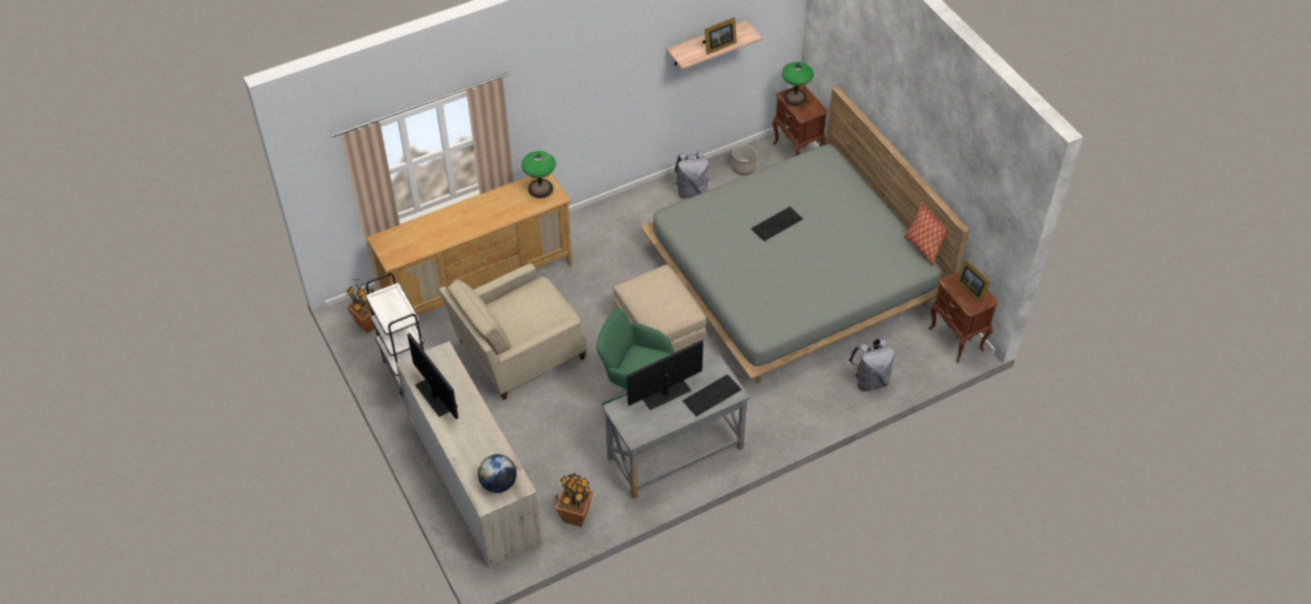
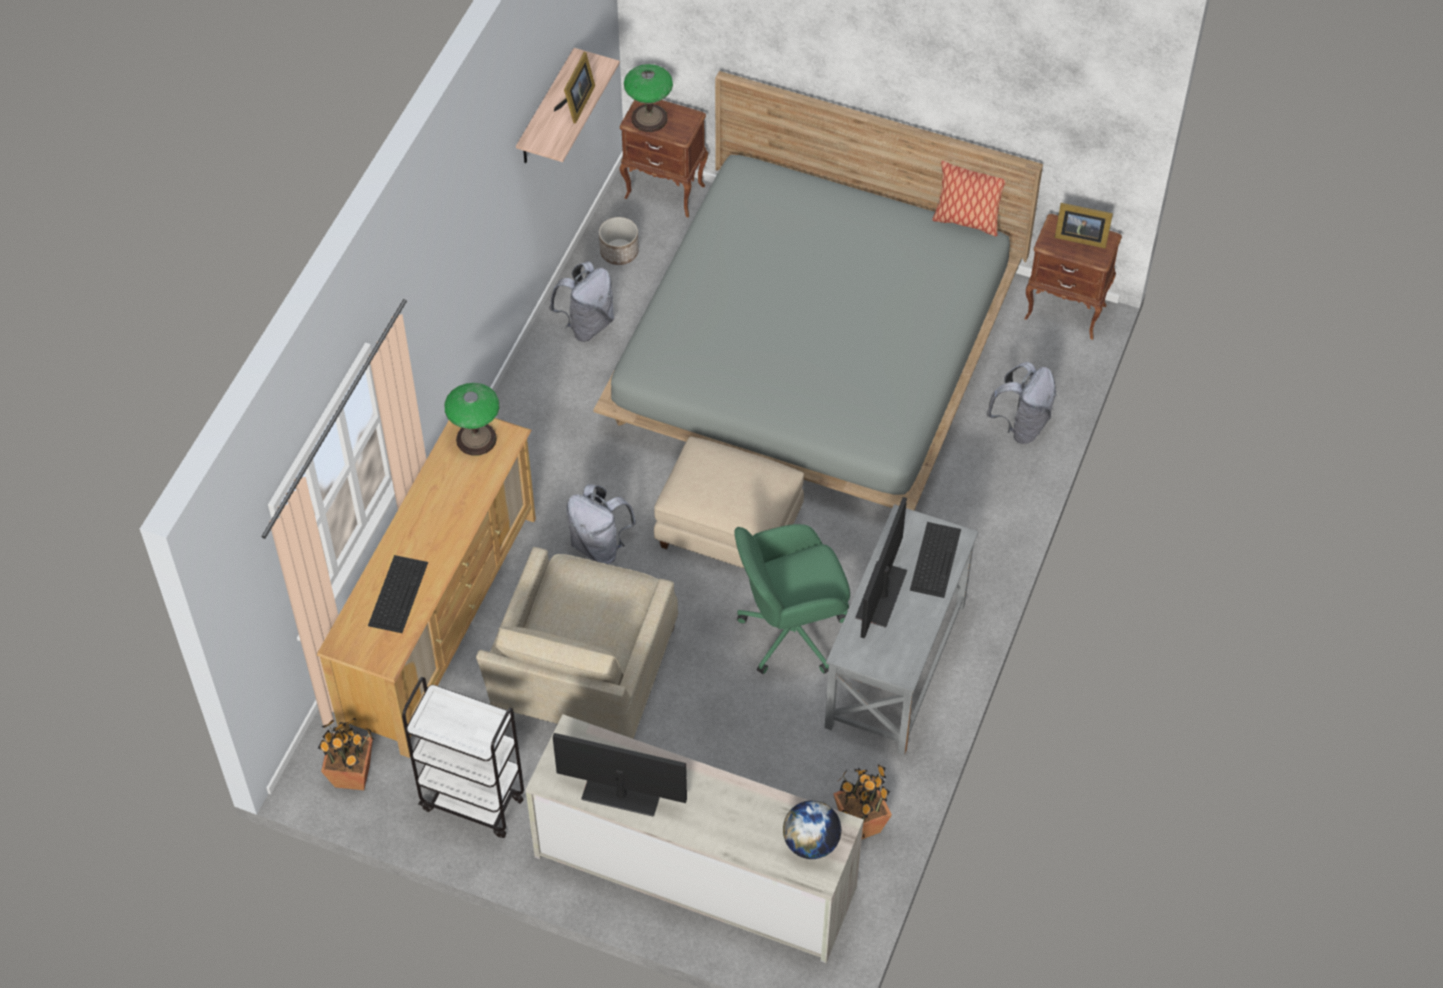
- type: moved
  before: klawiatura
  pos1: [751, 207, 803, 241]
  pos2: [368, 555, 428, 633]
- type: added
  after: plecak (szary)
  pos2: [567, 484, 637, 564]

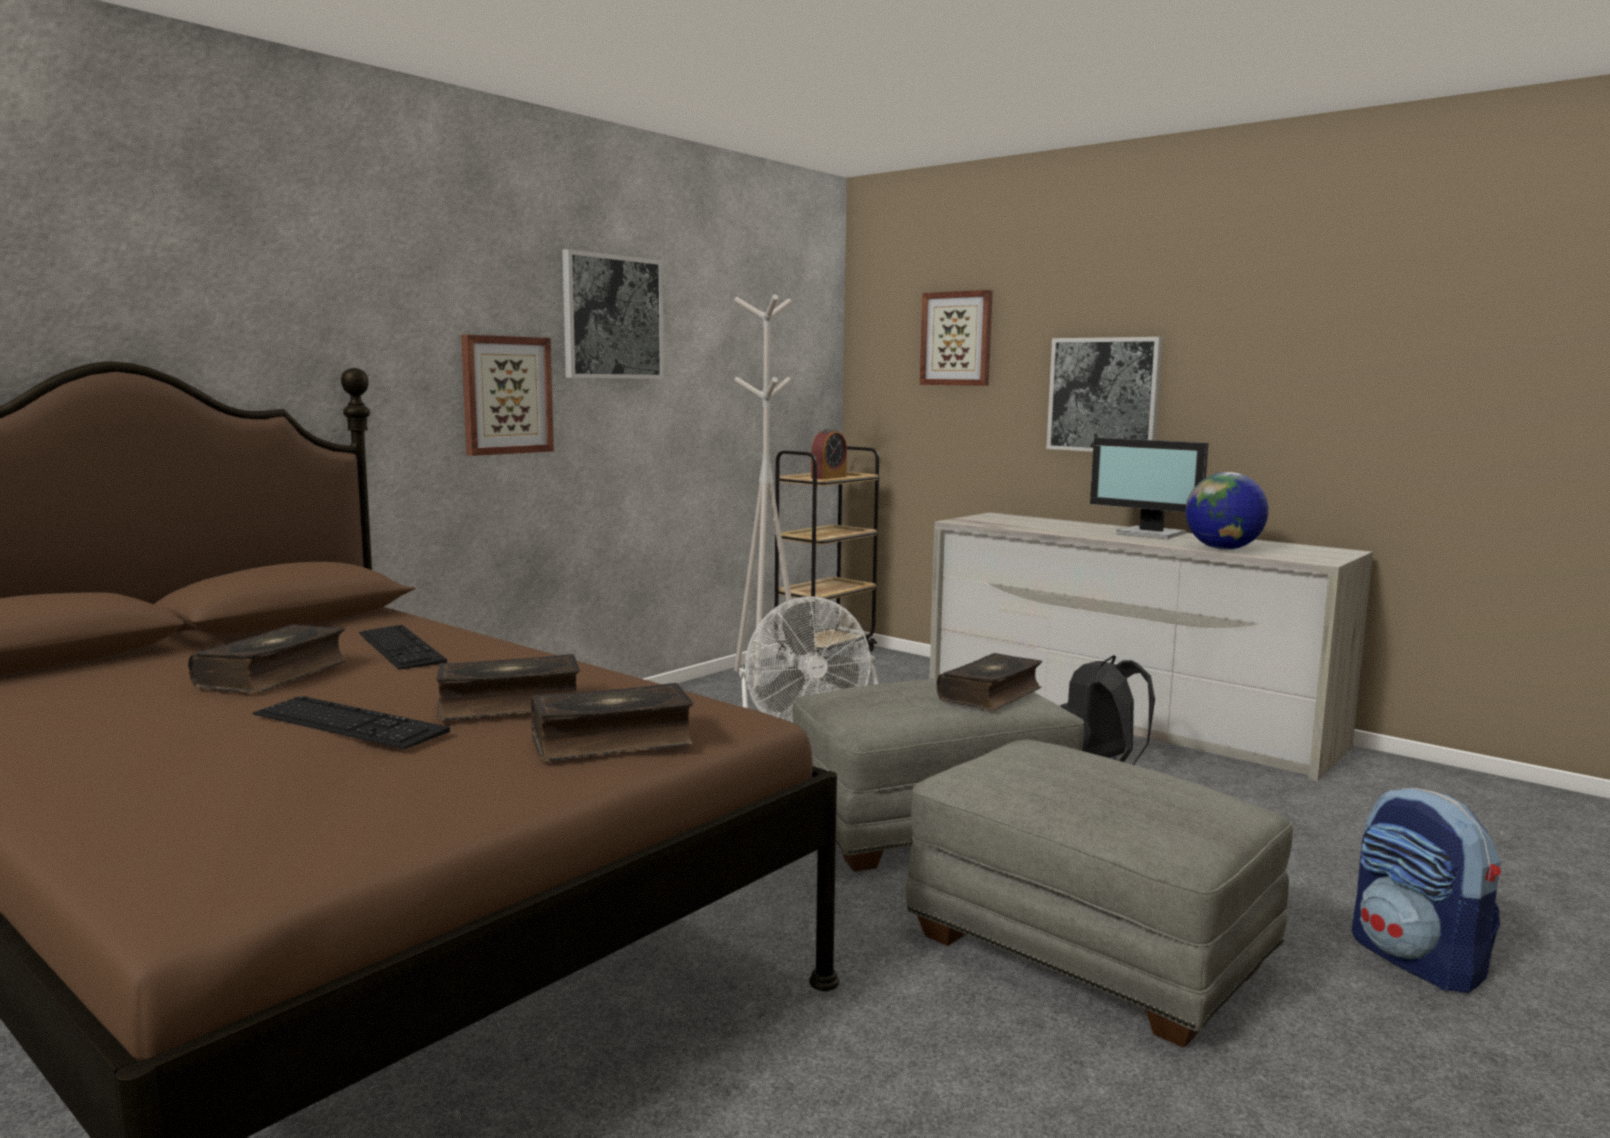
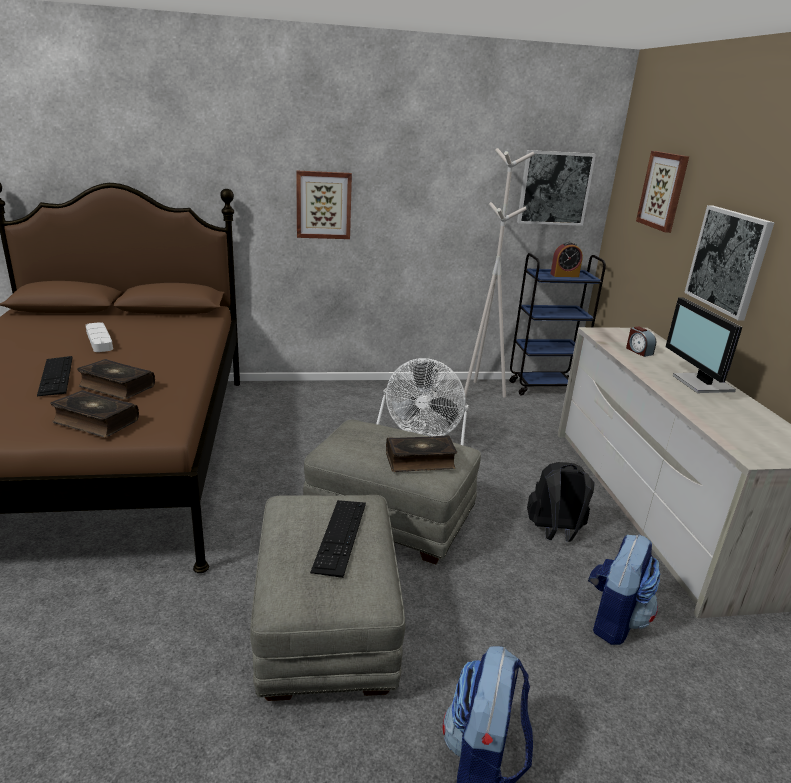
- type: replaced
  before: książka
  after: taca (szary)
  pos1: [188, 624, 348, 693]
  pos2: [85, 322, 113, 352]
- type: moved
  before: klawiatura
  pos1: [359, 625, 447, 670]
  pos2: [310, 500, 366, 578]
- type: recoloured
  before: wózek (brązowy)
  after: wózek (niebieski)
  pos1: [774, 446, 880, 660]
  pos2: [509, 253, 606, 396]
- type: moved
  before: obraz
  pos1: [562, 249, 664, 379]
  pos2: [517, 150, 596, 226]
- type: added
  after: plecak
  pos2: [588, 534, 660, 645]
- type: added
  after: budzik
  pos2: [626, 326, 656, 357]
- type: removed
  before: globus
  pos1: [1185, 472, 1269, 550]

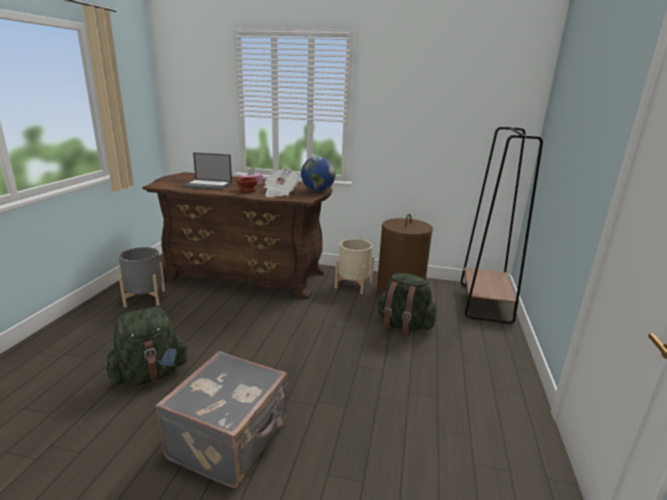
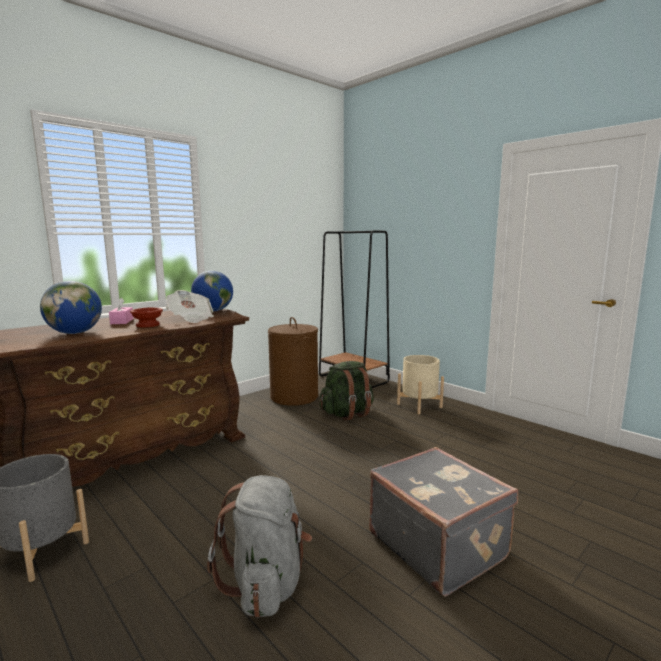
- type: replaced
  before: laptop
  after: globus
  pos1: [182, 152, 232, 190]
  pos2: [40, 281, 102, 334]
- type: recoloured
  before: plecak (zielony)
  after: plecak (szary)
  pos1: [106, 307, 188, 385]
  pos2: [207, 475, 312, 618]
- type: moved
  before: donica (beżowy)
  pos1: [335, 239, 374, 295]
  pos2: [397, 355, 444, 414]

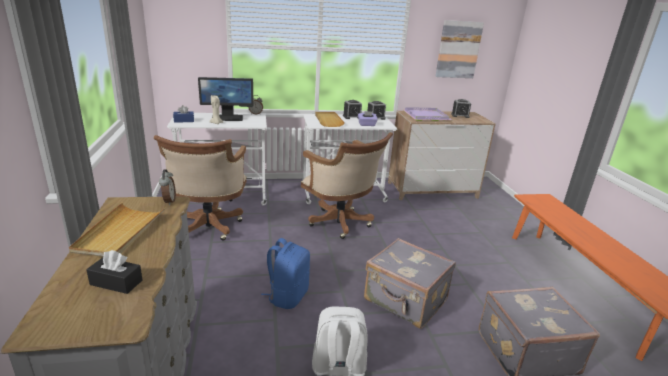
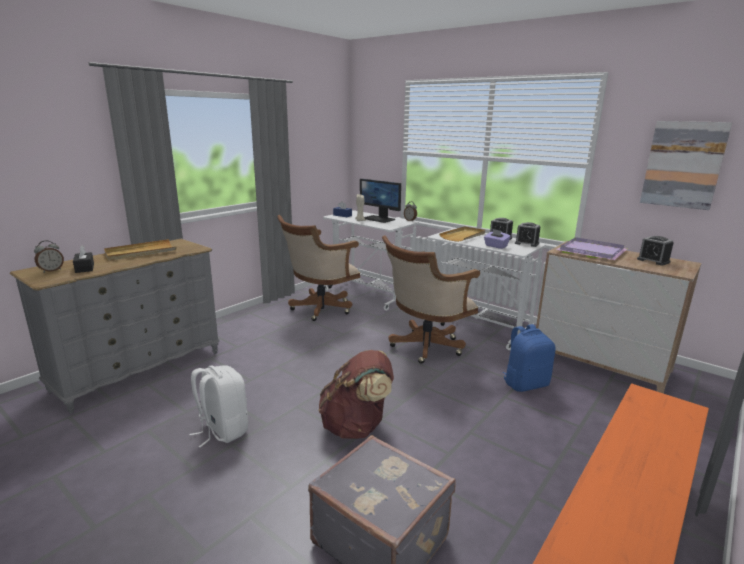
- type: moved
  before: budzik
  pos1: [159, 170, 176, 205]
  pos2: [34, 240, 64, 273]
- type: replaced
  before: walizka (szary)
  after: plecak (brązowy)
  pos1: [364, 238, 456, 329]
  pos2: [319, 350, 394, 439]
- type: turned
  before: krzesło biurowe
  pos1: [301, 132, 393, 239]
  pos2: [382, 235, 480, 364]
  turn: 45
- type: moved
  before: plecak (niebieski)
  pos1: [261, 238, 310, 309]
  pos2: [502, 324, 556, 392]

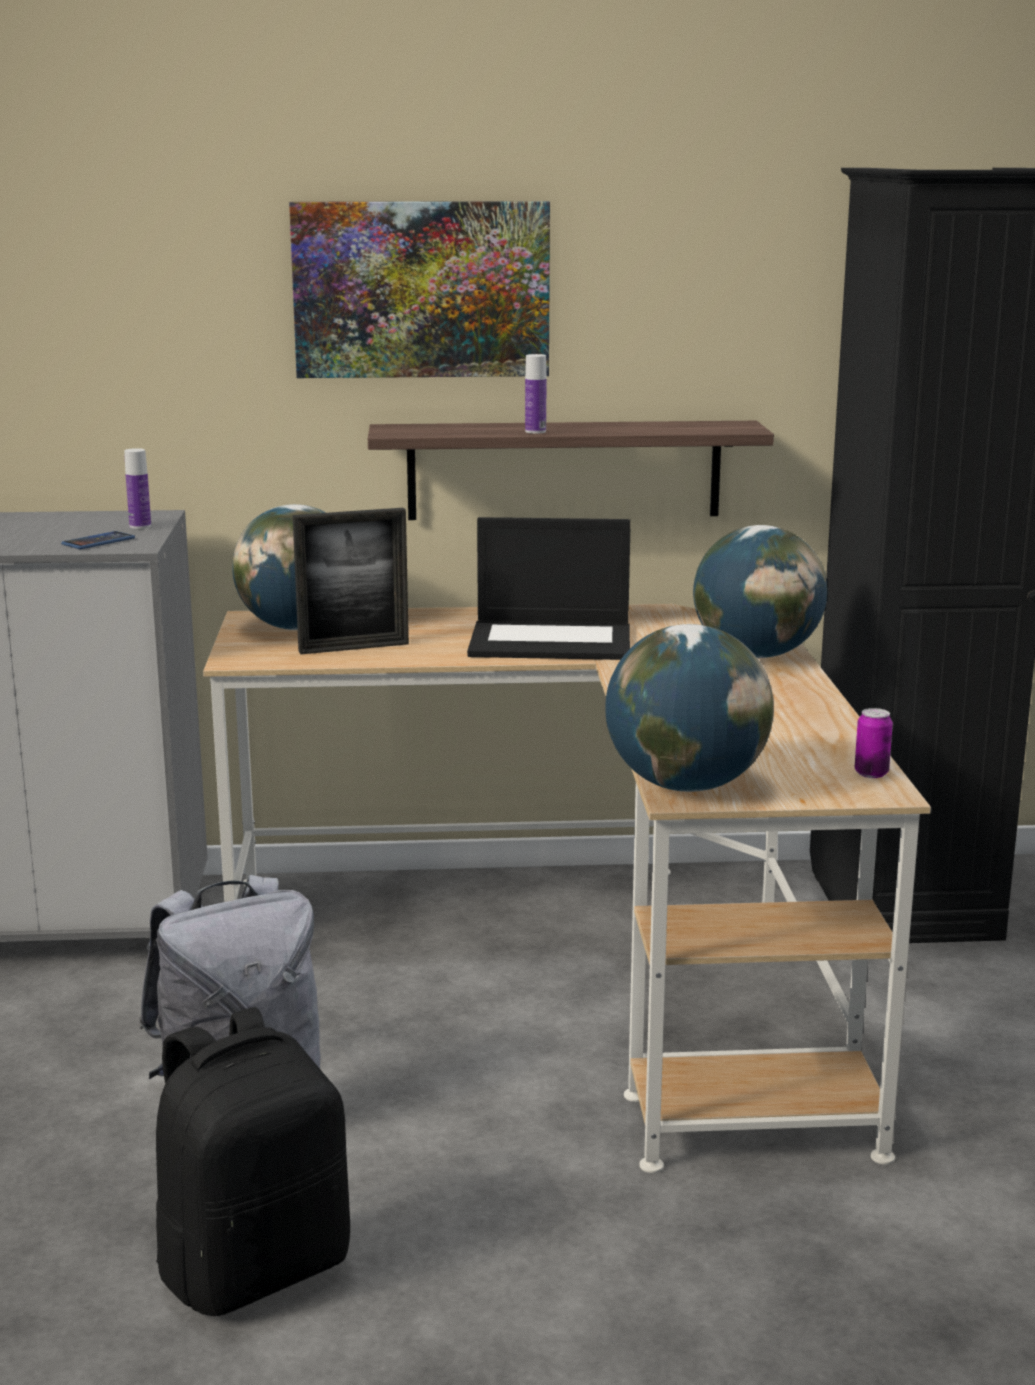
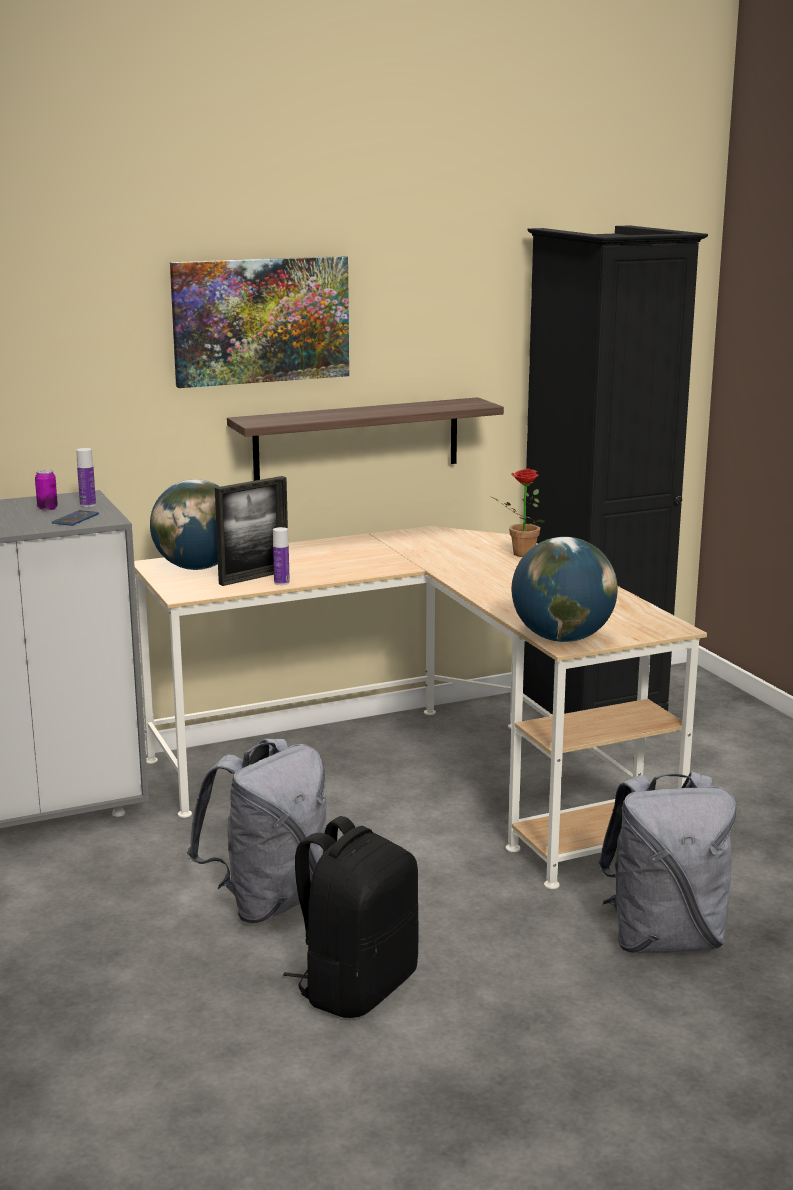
- type: moved
  before: puszka
  pos1: [855, 708, 893, 778]
  pos2: [35, 470, 58, 511]
- type: moved
  before: butelka
  pos1: [525, 354, 546, 434]
  pos2: [273, 527, 290, 585]
- type: replaced
  before: globus
  after: roślina doniczkowa
  pos1: [693, 525, 827, 658]
  pos2: [491, 469, 545, 557]
- type: added
  after: plecak (szary)
  pos2: [598, 772, 736, 953]
- type: removed
  before: laptop
  pos1: [467, 517, 631, 660]

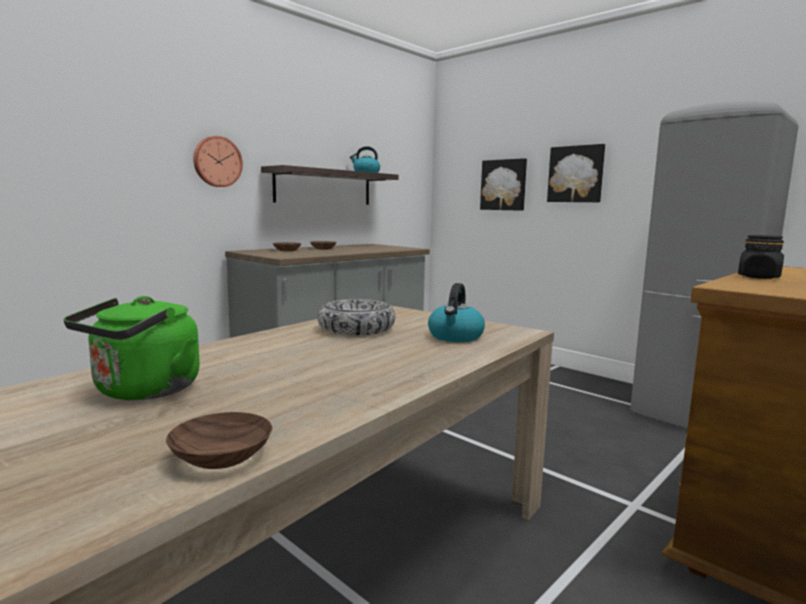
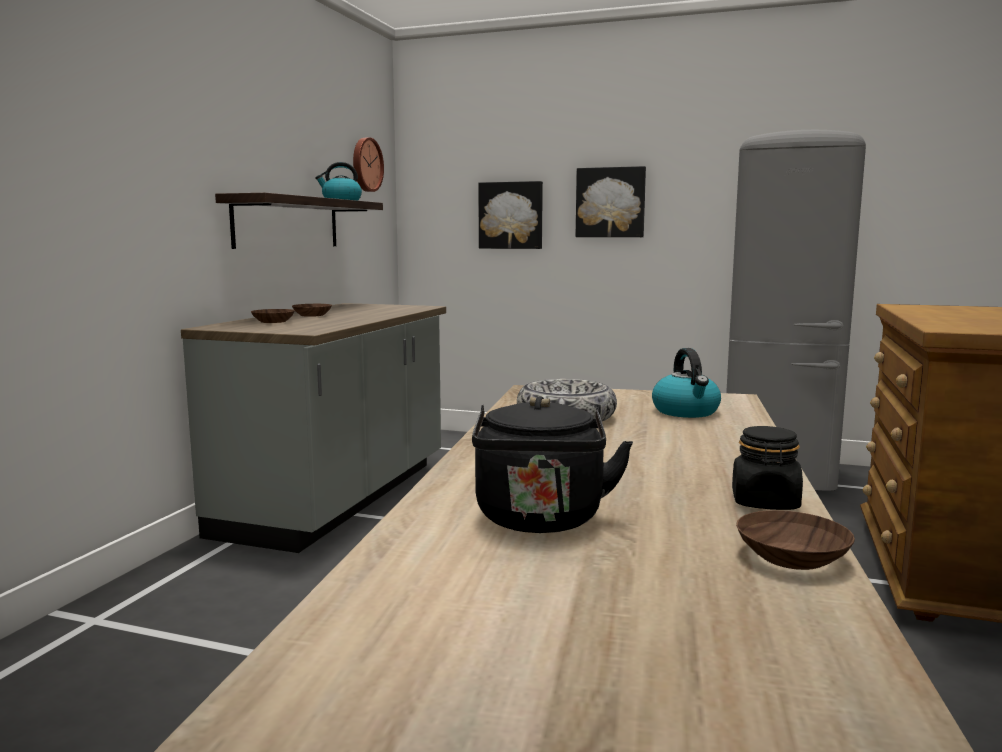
- type: moved
  before: zegar ścienny
  pos1: [193, 136, 243, 187]
  pos2: [353, 137, 384, 192]
- type: recoloured
  before: czajnik (zielony)
  after: czajnik (czarny)
  pos1: [63, 296, 200, 400]
  pos2: [472, 396, 633, 533]
- type: moved
  before: słoik (czarny)
  pos1: [738, 235, 784, 279]
  pos2: [732, 426, 803, 510]

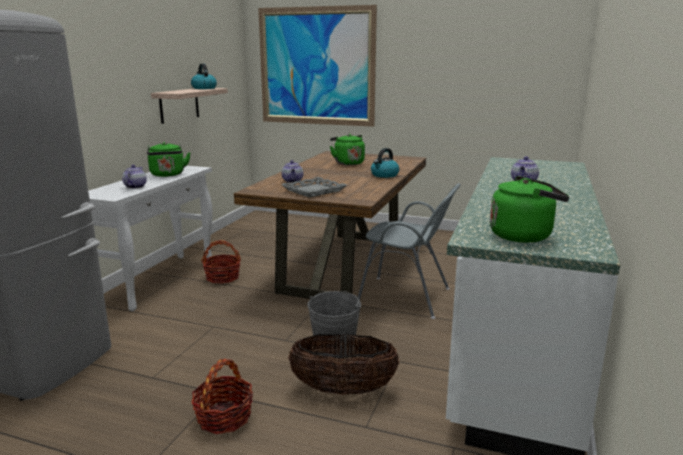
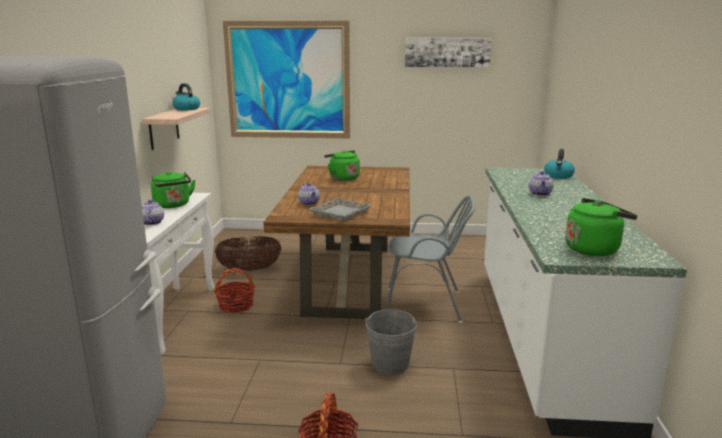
- type: moved
  before: koszyk
  pos1: [288, 334, 399, 395]
  pos2: [215, 236, 282, 271]
- type: added
  after: obraz
  pos2: [405, 38, 491, 67]
- type: moved
  before: czajnik
  pos1: [371, 148, 399, 178]
  pos2: [544, 149, 575, 179]

